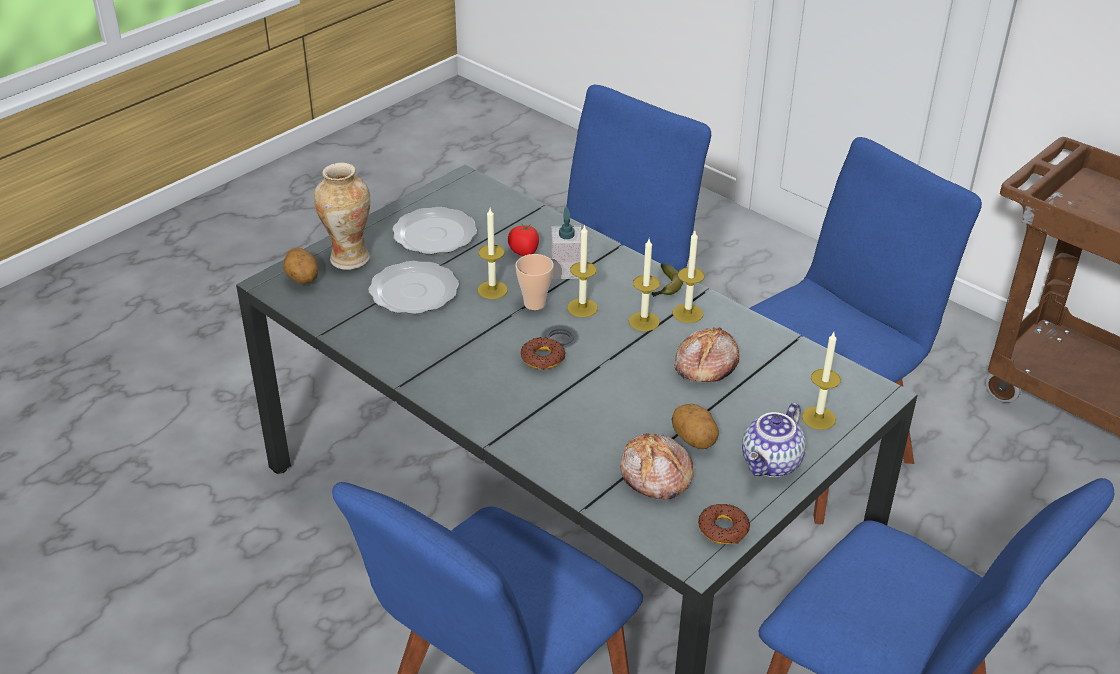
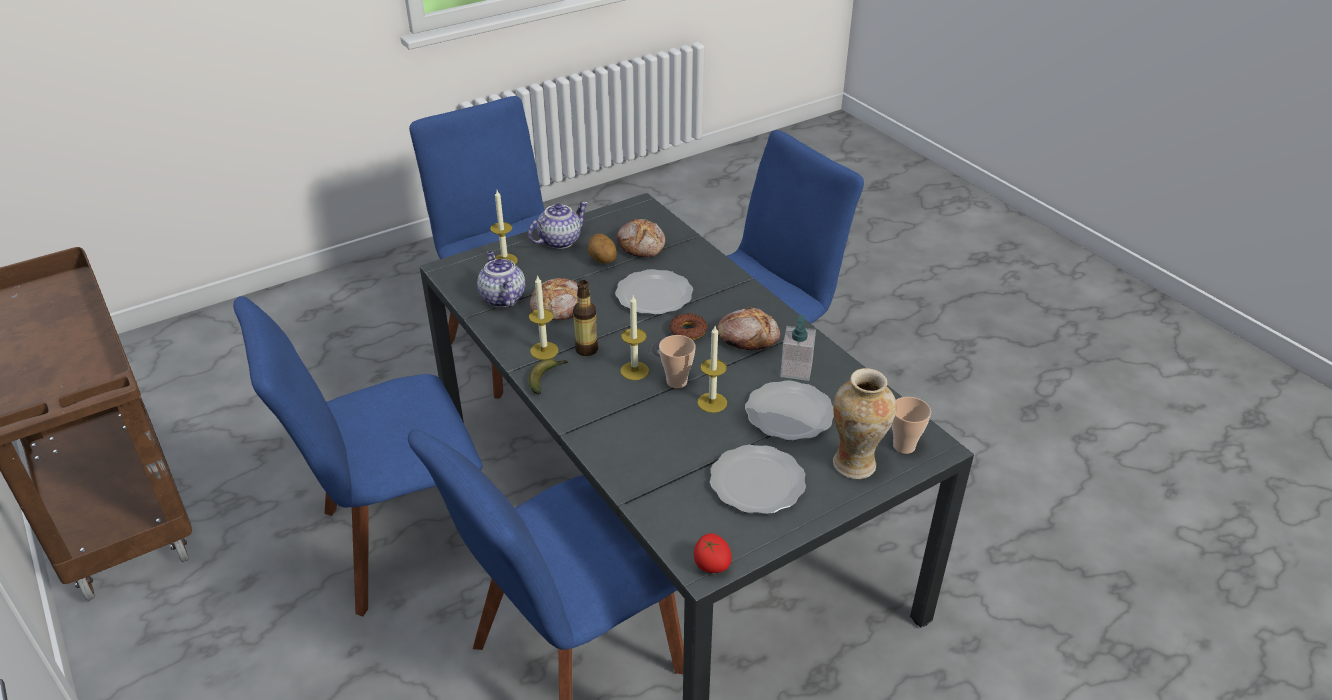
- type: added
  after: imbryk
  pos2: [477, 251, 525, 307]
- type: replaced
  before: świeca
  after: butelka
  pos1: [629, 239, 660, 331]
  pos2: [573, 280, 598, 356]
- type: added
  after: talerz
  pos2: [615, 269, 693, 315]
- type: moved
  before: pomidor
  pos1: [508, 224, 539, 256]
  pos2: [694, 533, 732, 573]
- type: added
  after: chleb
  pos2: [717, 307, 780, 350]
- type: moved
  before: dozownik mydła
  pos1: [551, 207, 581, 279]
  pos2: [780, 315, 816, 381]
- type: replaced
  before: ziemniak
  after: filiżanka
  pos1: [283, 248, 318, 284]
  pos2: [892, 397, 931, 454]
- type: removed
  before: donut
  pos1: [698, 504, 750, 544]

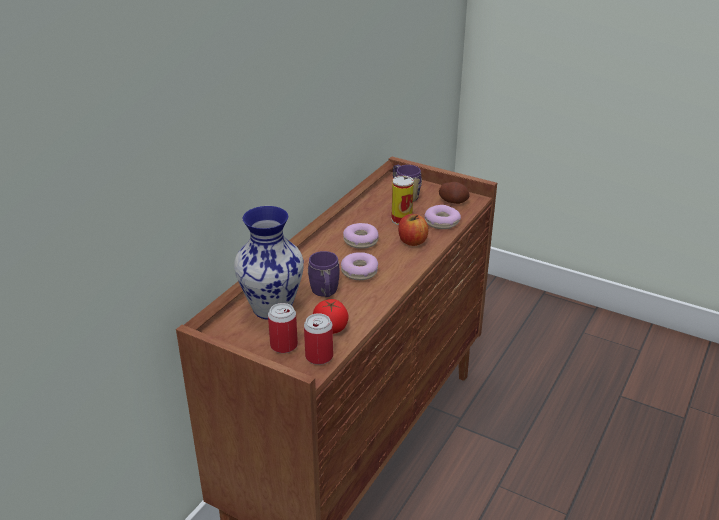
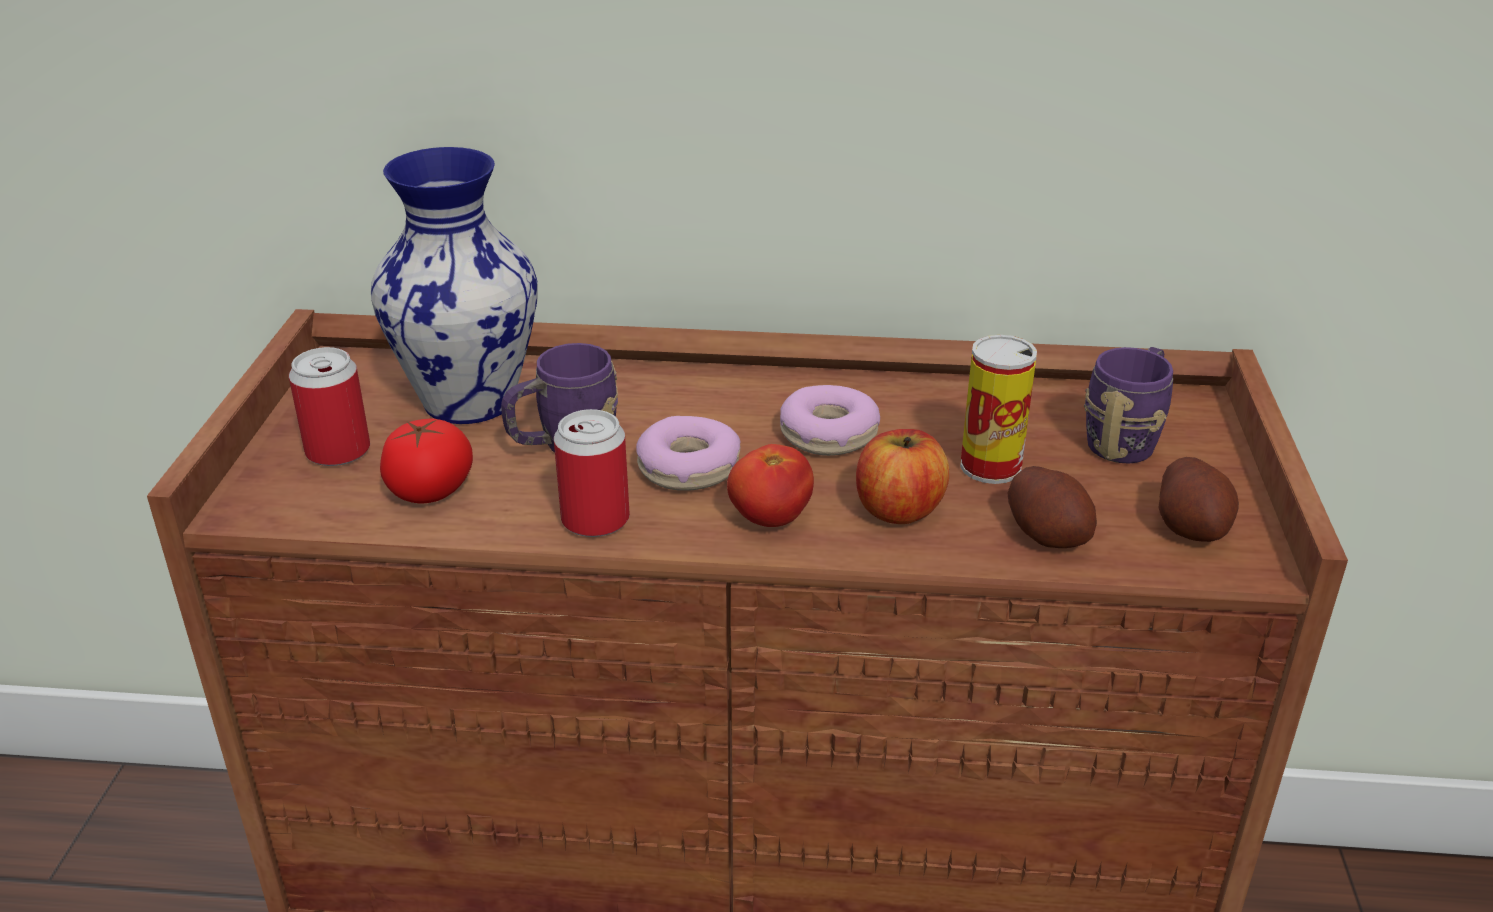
- type: moved
  before: puszka
  pos1: [304, 313, 333, 365]
  pos2: [554, 409, 630, 537]
- type: added
  after: pomidor
  pos2: [727, 444, 814, 527]
- type: replaced
  before: donut
  after: ziemniak
  pos1: [425, 205, 461, 229]
  pos2: [1008, 466, 1097, 548]

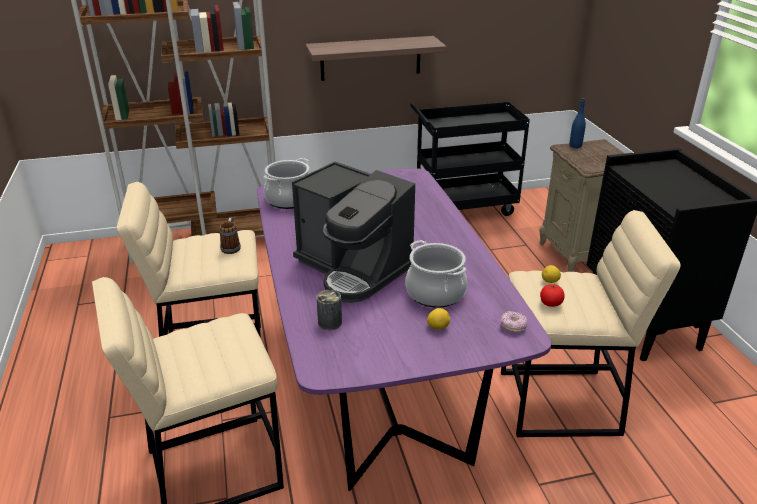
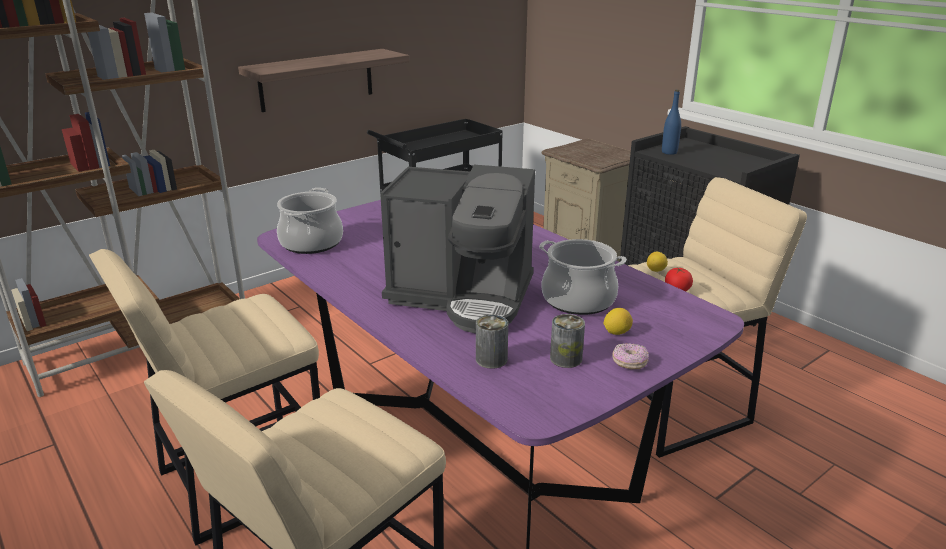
- type: added
  after: puszka
  pos2: [550, 314, 585, 368]
- type: moved
  before: donut
  pos1: [501, 311, 528, 333]
  pos2: [612, 343, 649, 369]
- type: moved
  before: butelka (niebieski)
  pos1: [570, 98, 586, 148]
  pos2: [662, 90, 681, 155]
- type: removed
  before: kubek
  pos1: [219, 218, 241, 254]

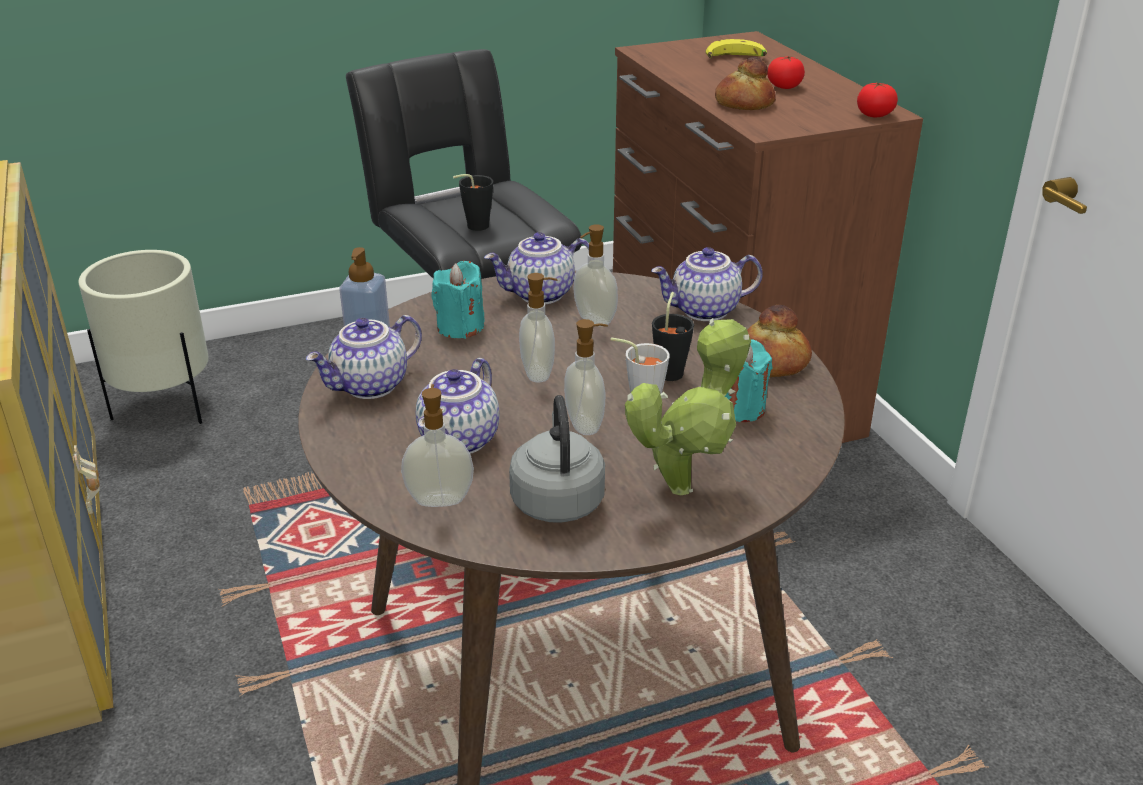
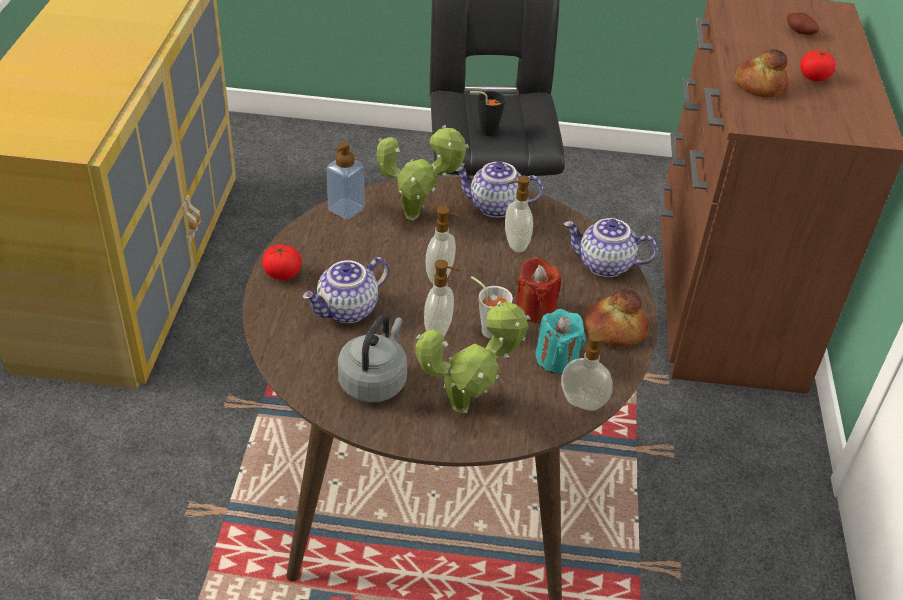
- type: moved
  before: pomidor
  pos1: [857, 82, 898, 117]
  pos2: [262, 244, 302, 280]
- type: replaced
  before: świeca (turkusowy)
  after: roślina doniczkowa
  pos1: [431, 261, 485, 339]
  pos2: [377, 124, 469, 221]
- type: replaced
  before: filiżanka (czarny)
  after: świeca (czerwony)
  pos1: [652, 292, 694, 381]
  pos2: [516, 256, 561, 323]
- type: moved
  before: dozownik mydła
  pos1: [401, 384, 474, 507]
  pos2: [561, 327, 613, 411]
- type: replaced
  before: banan
  after: ziemniak
  pos1: [705, 39, 767, 59]
  pos2: [787, 12, 819, 35]
- type: removed
  before: donica (beżowy)
  pos1: [78, 250, 209, 424]
- type: removed
  before: imbryk
  pos1: [306, 315, 422, 399]

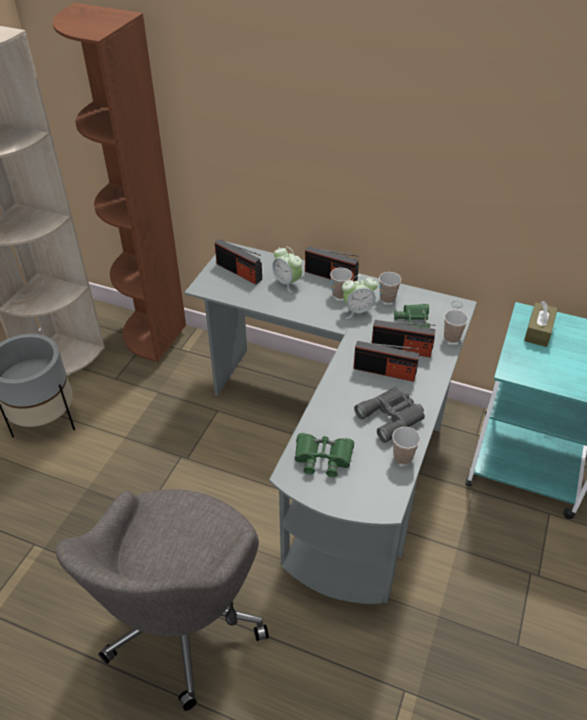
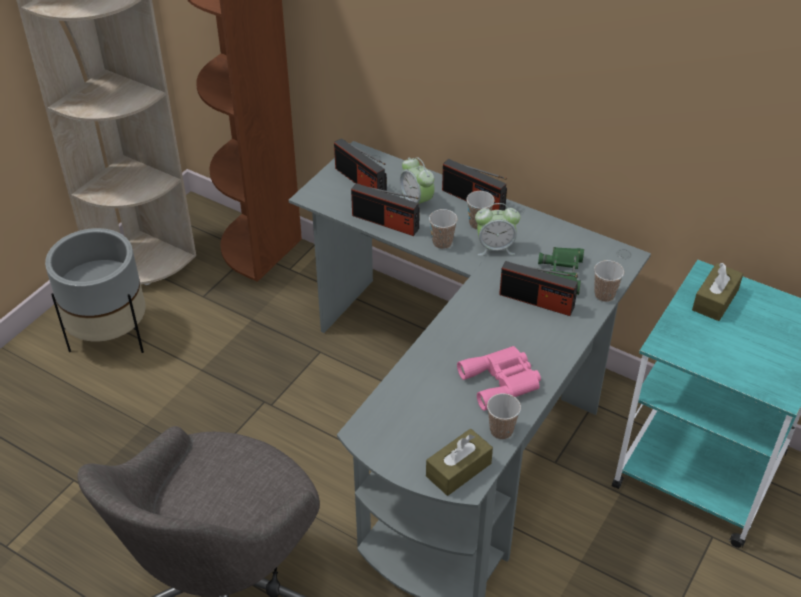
- type: moved
  before: radio
  pos1: [353, 341, 419, 382]
  pos2: [351, 183, 420, 236]
- type: added
  after: pudełko chusteczek (brązowy)
  pos2: [426, 429, 493, 496]
- type: moved
  before: filiżanka
  pos1: [379, 272, 401, 303]
  pos2: [429, 209, 458, 249]
- type: recoloured
  before: lornetka (szary)
  after: lornetka (różowy)
  pos1: [354, 387, 425, 443]
  pos2: [457, 346, 541, 411]
- type: removed
  before: lornetka (zielony)
  pos1: [295, 433, 354, 477]

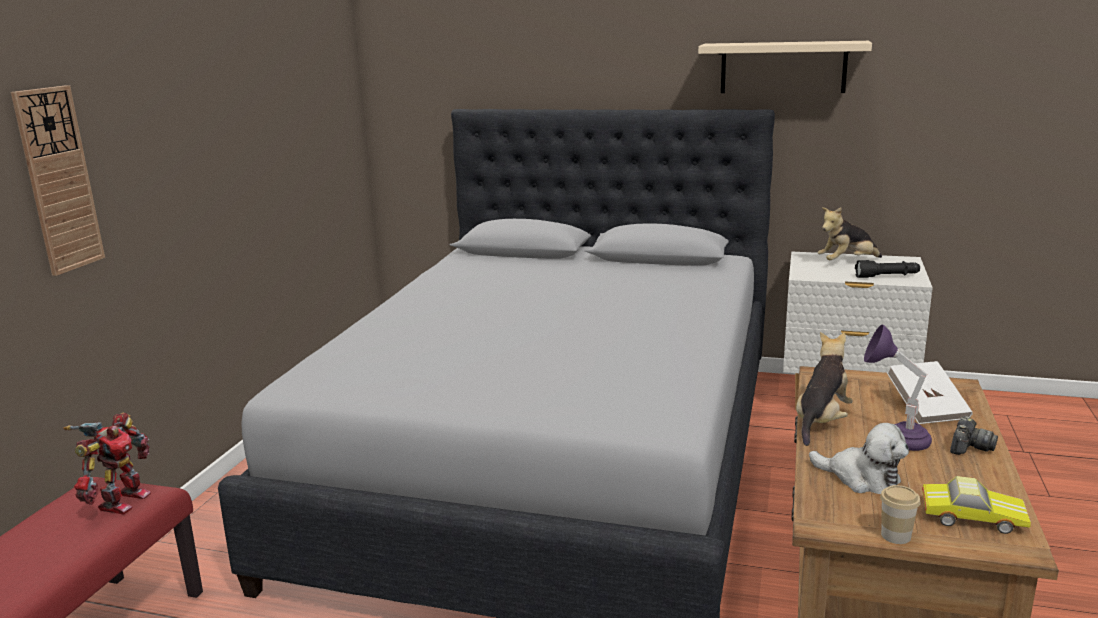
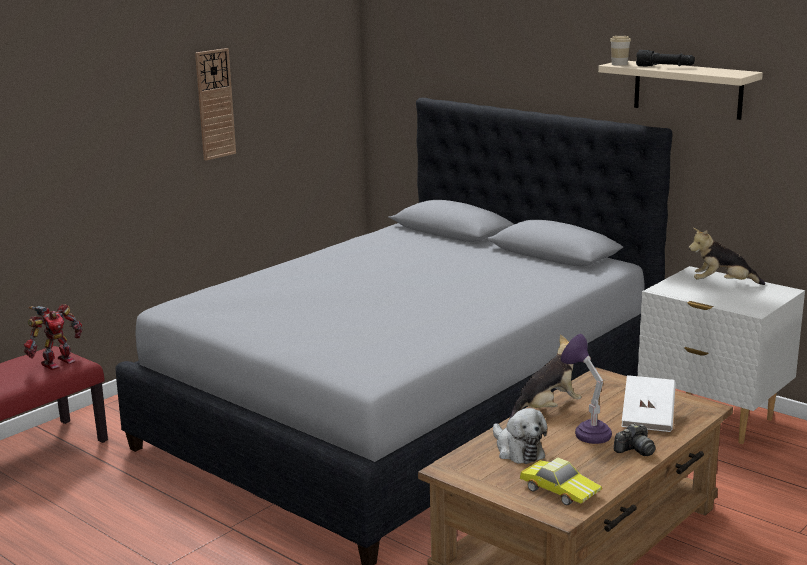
- type: moved
  before: zegar ścienny
  pos1: [11, 85, 105, 276]
  pos2: [195, 48, 236, 161]
- type: moved
  before: filiżanka
  pos1: [880, 485, 921, 544]
  pos2: [610, 36, 631, 66]
- type: moved
  before: latarka (czarny)
  pos1: [855, 260, 920, 278]
  pos2: [636, 50, 695, 67]

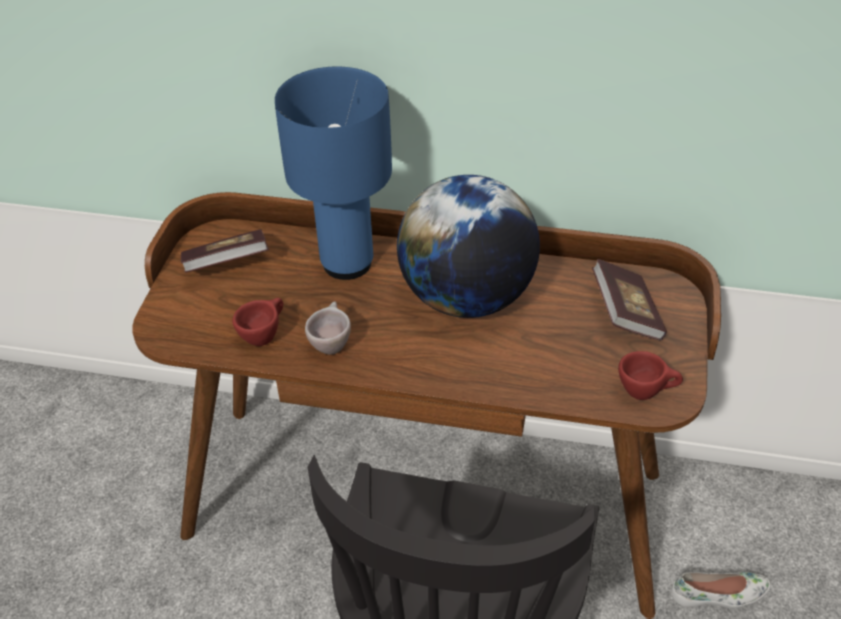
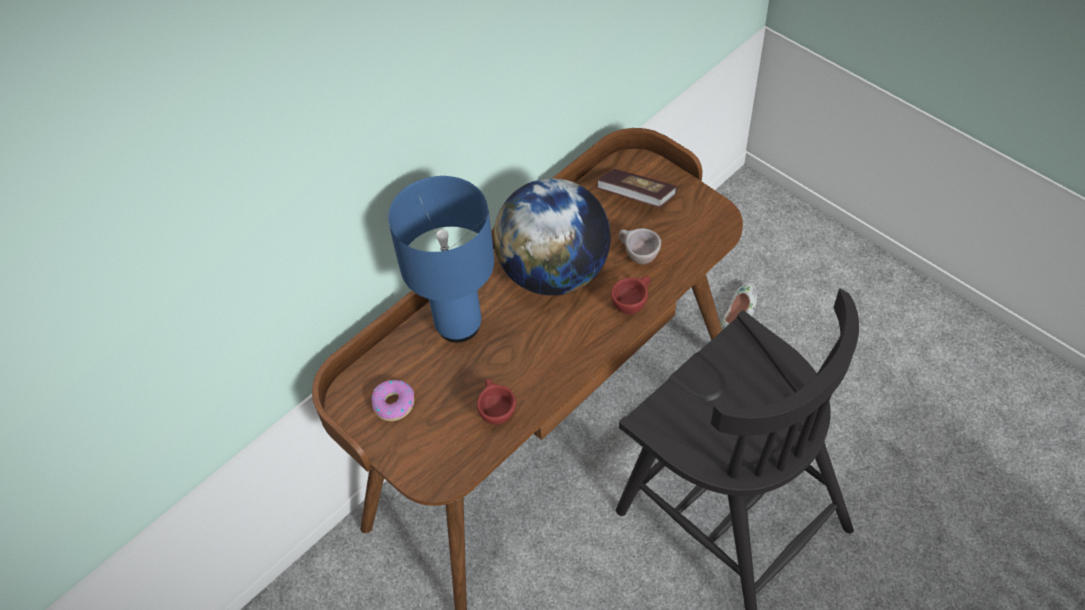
- type: replaced
  before: książka
  after: donut
  pos1: [181, 229, 269, 273]
  pos2: [371, 380, 414, 421]
- type: moved
  before: filiżanka (czerwony)
  pos1: [618, 351, 683, 400]
  pos2: [611, 276, 650, 315]
- type: moved
  before: filiżanka (beżowy)
  pos1: [305, 301, 351, 355]
  pos2: [619, 228, 661, 265]

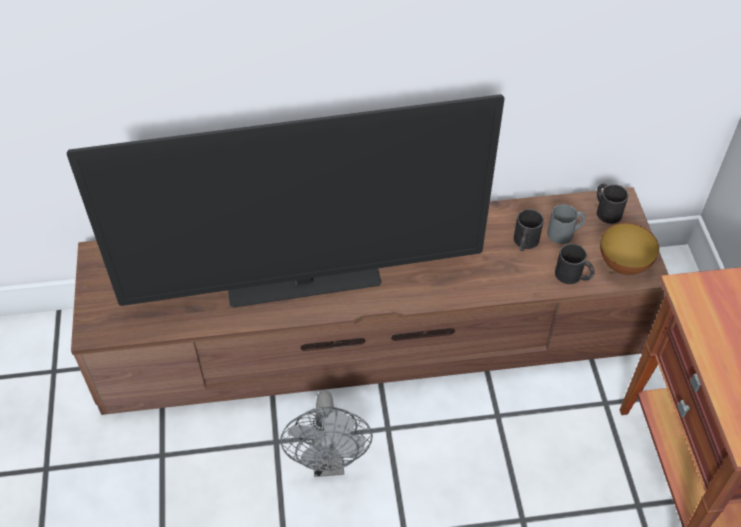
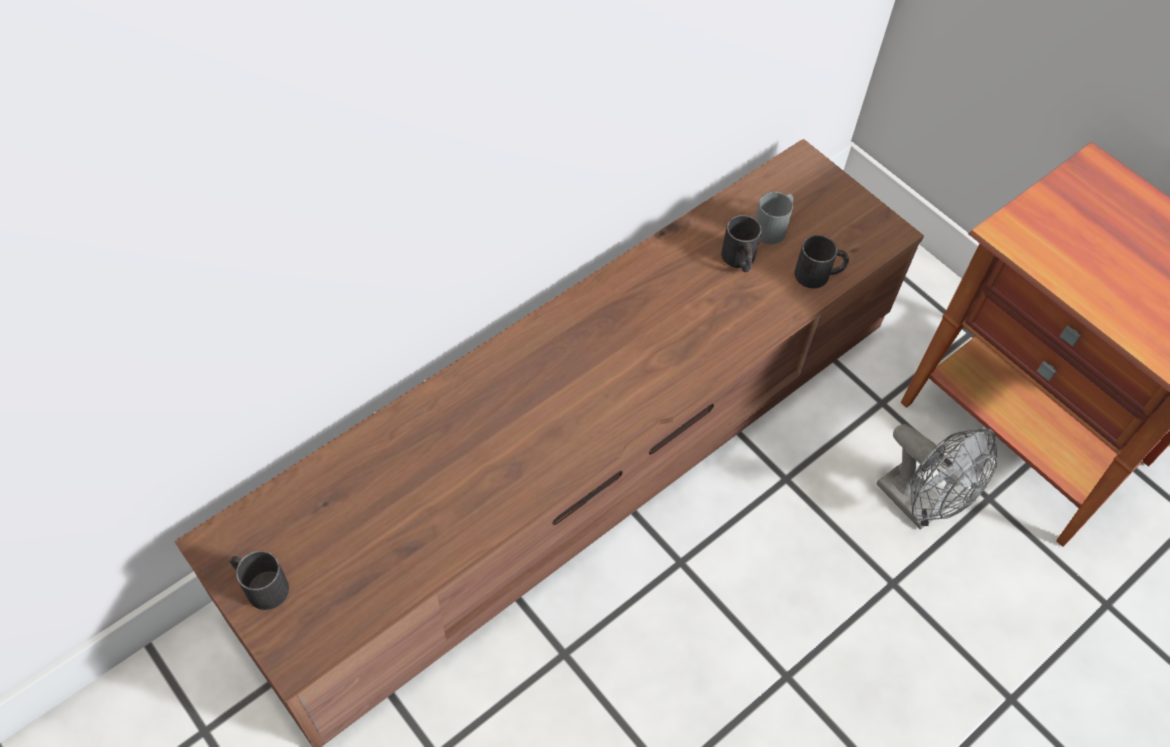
- type: moved
  before: kubek (czarny)
  pos1: [597, 184, 628, 224]
  pos2: [230, 551, 289, 610]
- type: moved
  before: wentylator (szary)
  pos1: [280, 390, 373, 477]
  pos2: [877, 424, 998, 530]
- type: removed
  before: telewizor
  pos1: [67, 94, 505, 307]
- type: removed
  before: miska
  pos1: [600, 223, 659, 275]

